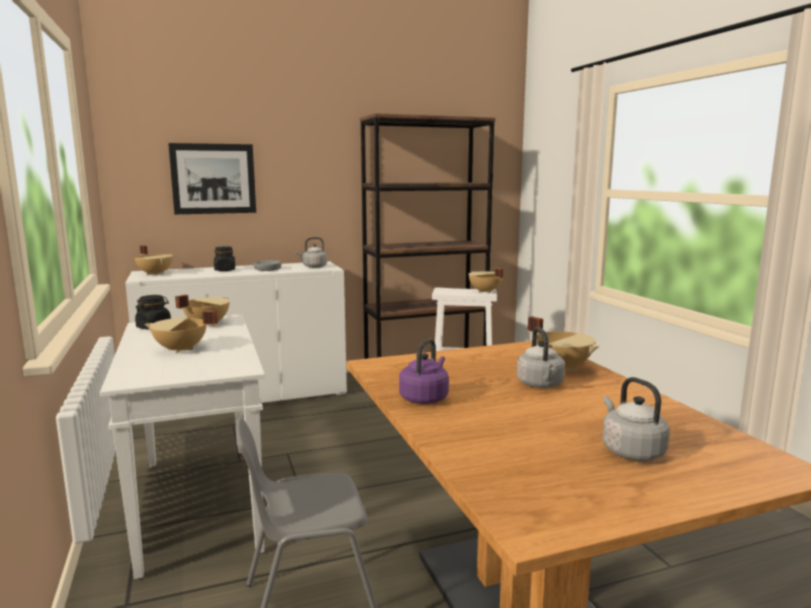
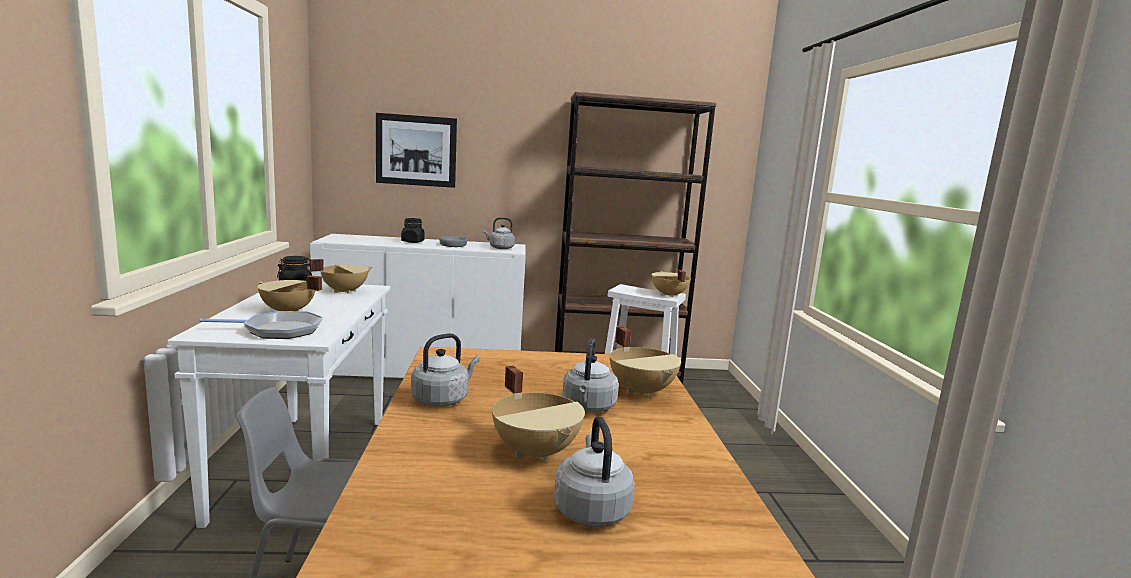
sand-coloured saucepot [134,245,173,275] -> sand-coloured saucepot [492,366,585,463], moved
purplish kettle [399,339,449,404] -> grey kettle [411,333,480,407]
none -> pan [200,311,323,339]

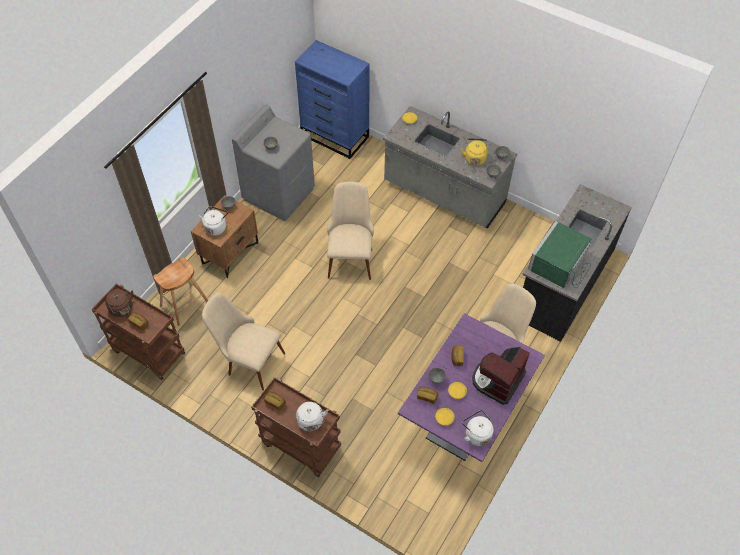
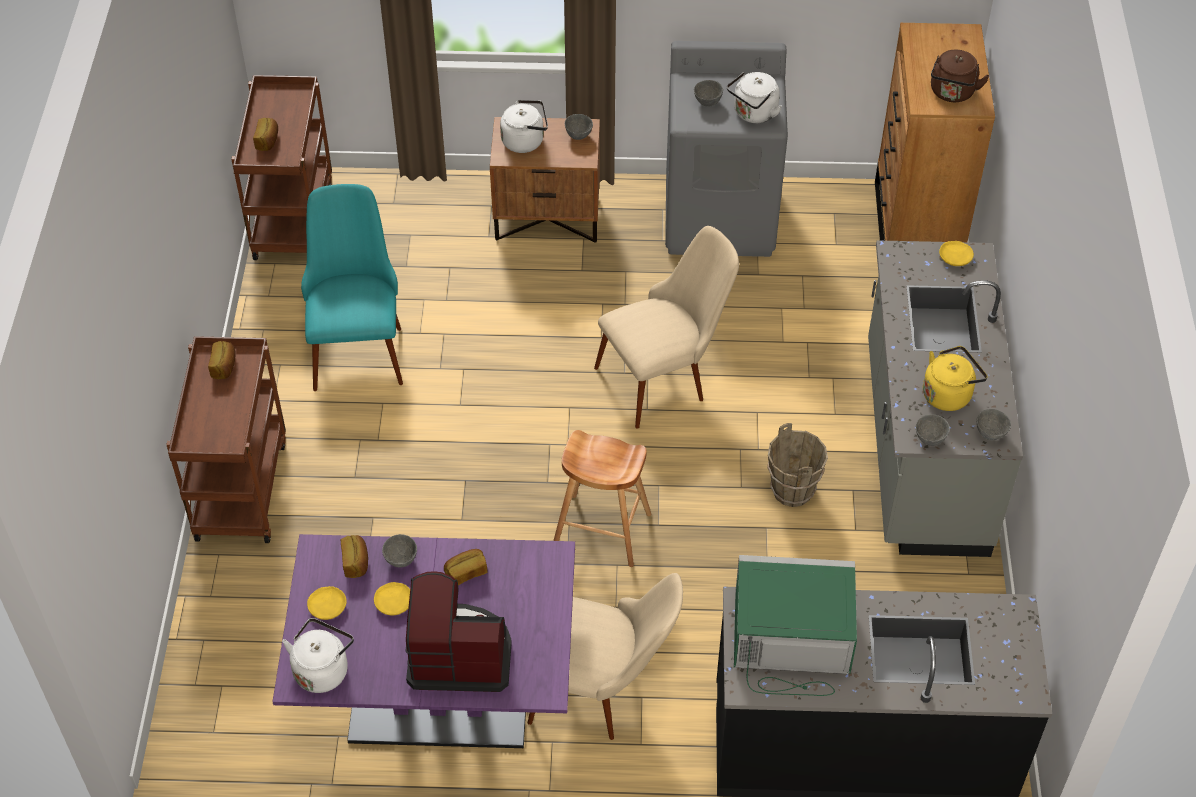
blue drawer chest [295,40,370,159] -> brownish drawer chest [875,23,995,242]
brownish stool seat [153,257,208,326] -> brownish stool seat [553,430,651,567], moved
brownish kettle [106,289,134,317] -> brownish kettle [931,50,990,102], moved
sand-coloured plain chair [202,293,285,390] -> turquoise-coloured plain chair [301,184,403,391]
white kettle [296,402,328,431] -> white kettle [727,72,782,123], moved
none -> brownish pail [767,423,828,507]

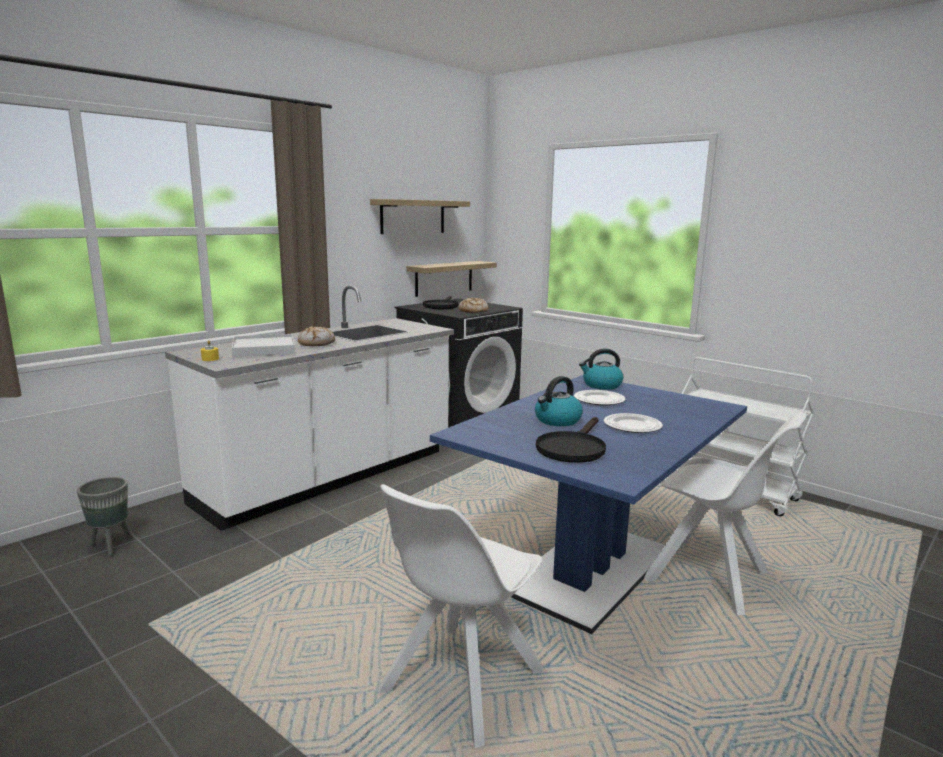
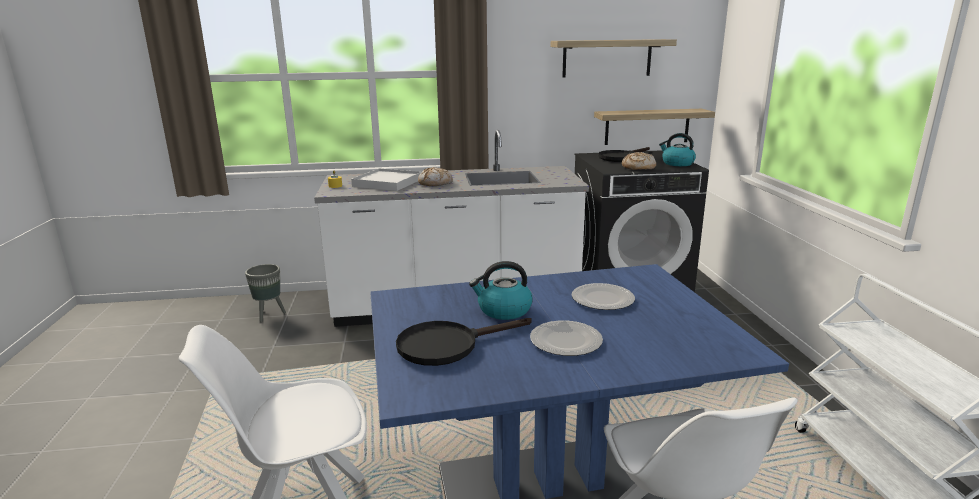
kettle [579,349,623,390] -> kettle [659,133,696,166], moved

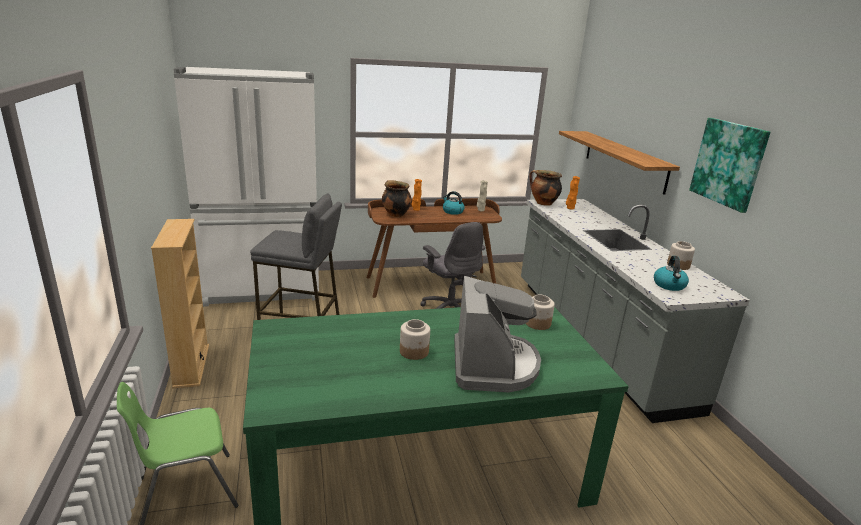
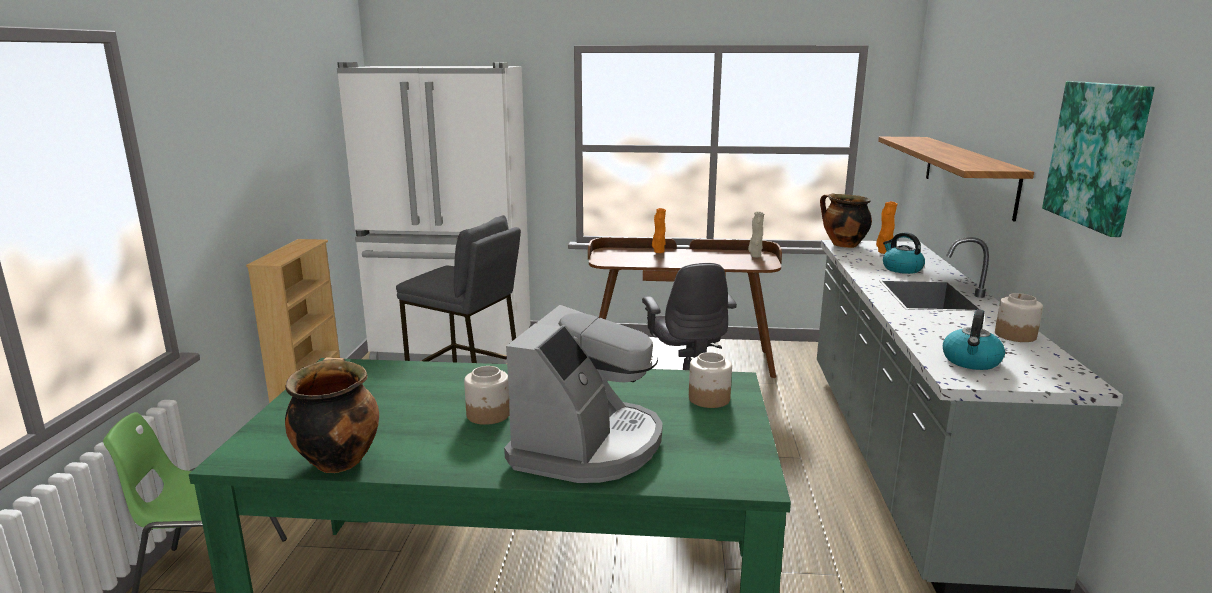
saucepot [382,180,412,217] -> saucepot [285,357,379,473], moved
kettle [443,191,465,215] -> kettle [883,232,925,274], moved

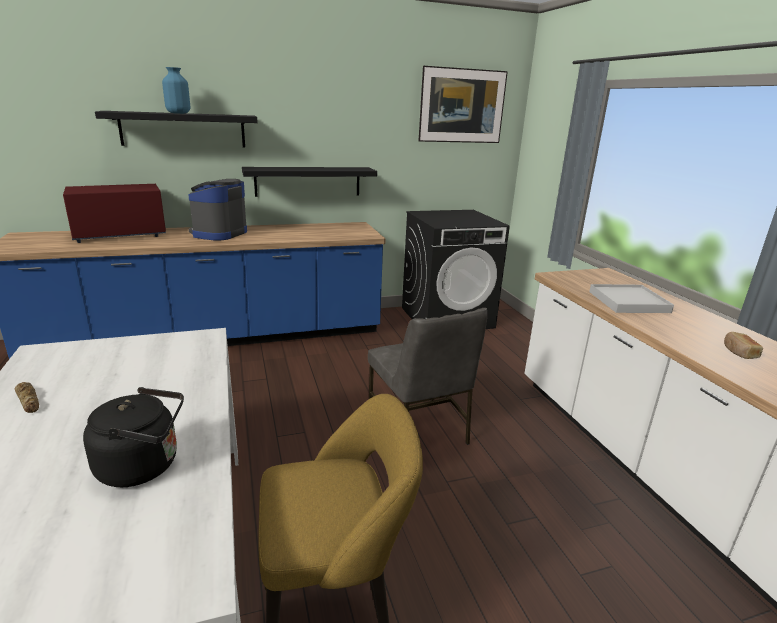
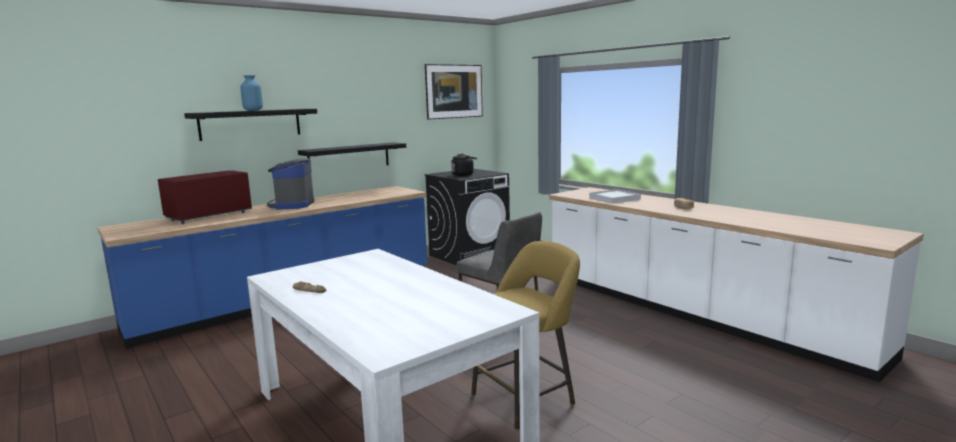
blackish kettle [83,387,184,487] -> blackish kettle [451,154,477,176], moved

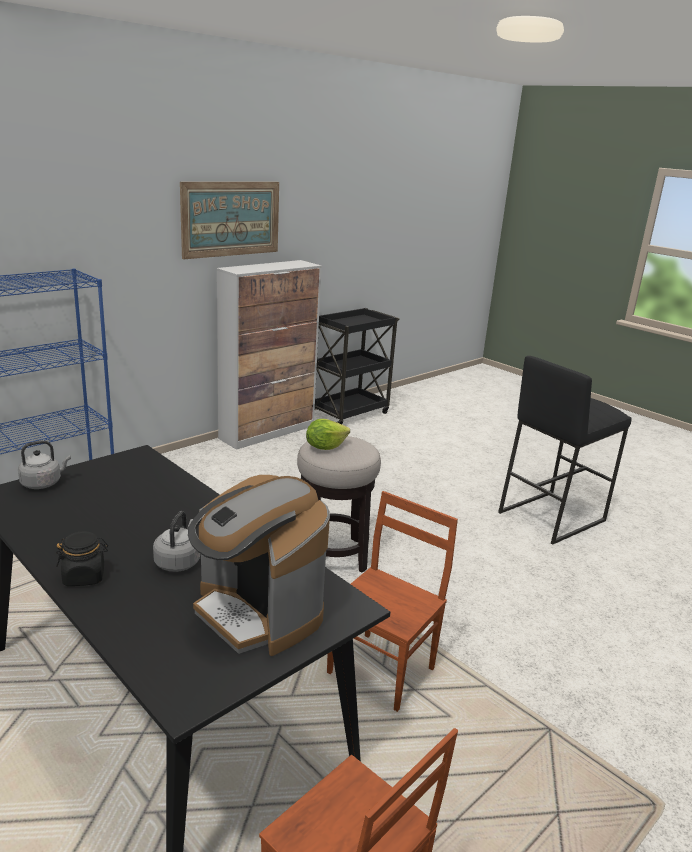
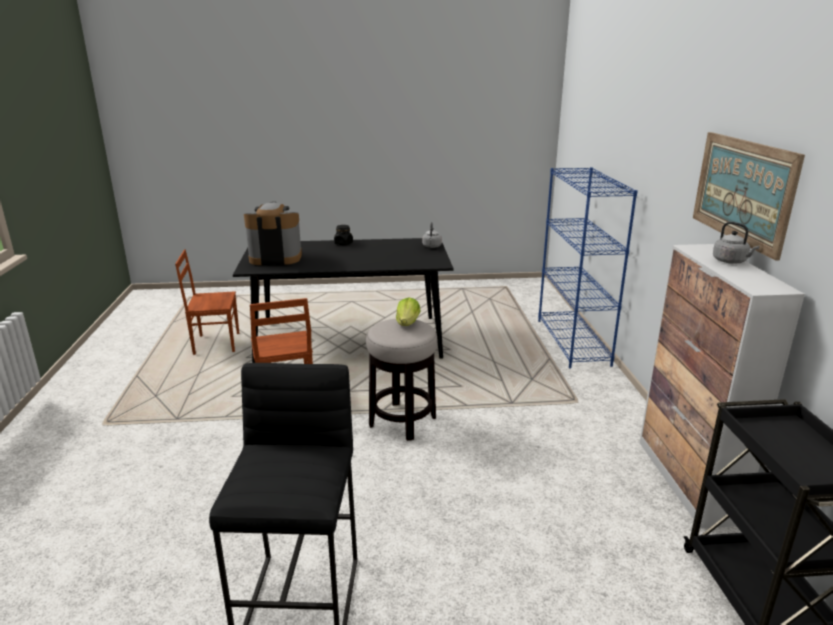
grey kettle [153,511,200,572] -> grey kettle [713,222,759,264], moved

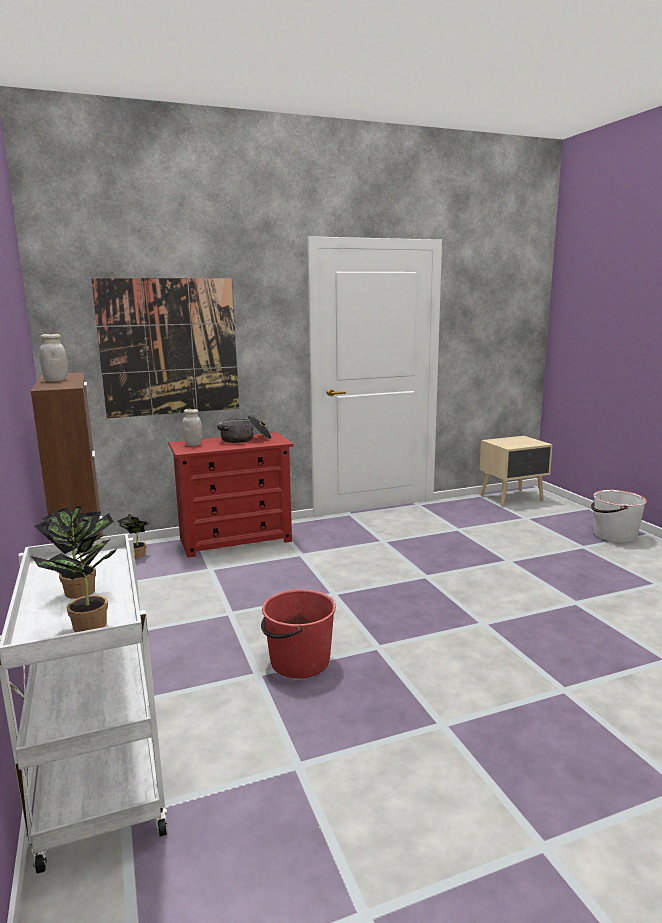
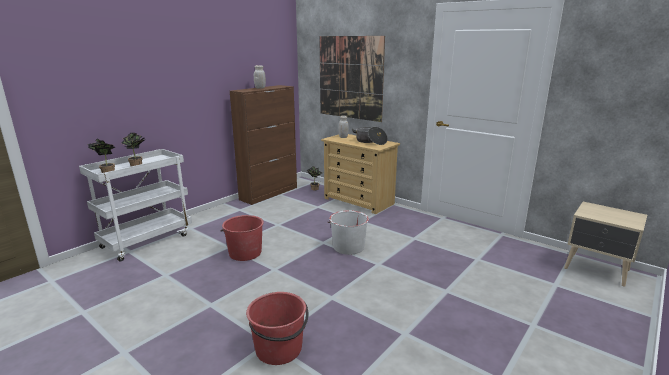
red-coloured drawer chest [168,432,294,558] -> sand-coloured drawer chest [321,134,400,214]
white pail [591,490,647,543] -> white pail [328,210,369,255], moved
none -> red-coloured pail [246,292,309,365]

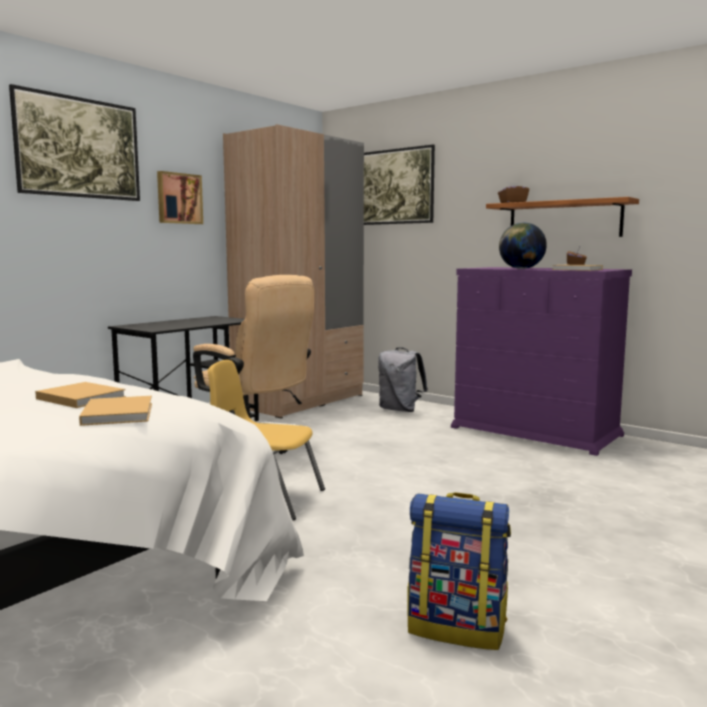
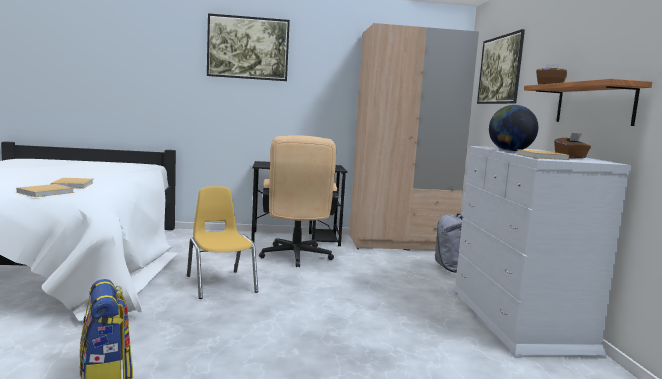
picture [157,171,203,224] -> none
purplish drawer chest [451,267,632,456] -> white drawer chest [453,146,632,358]

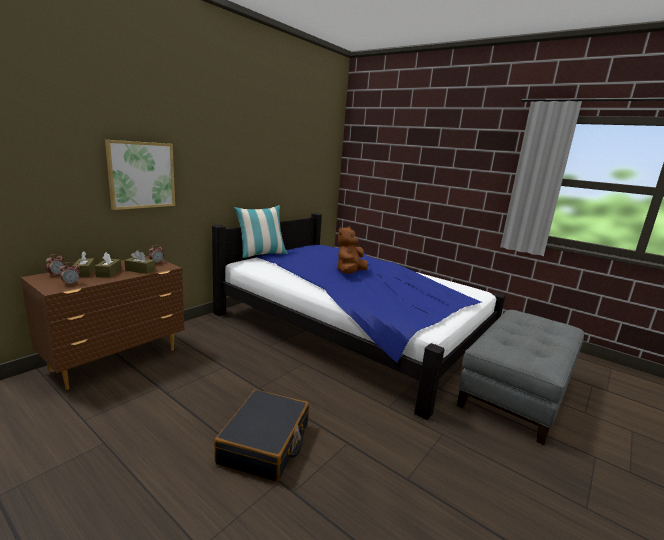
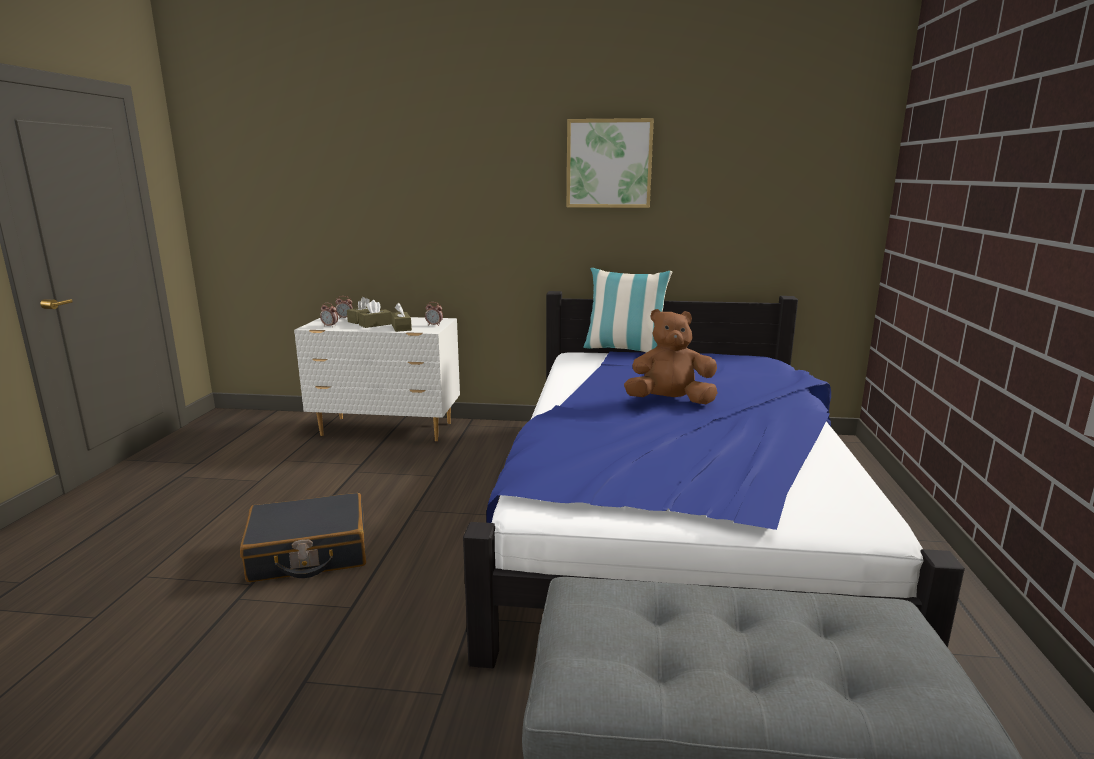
picture [105,140,175,210] -> picture [567,118,654,208], moved
brownish drawer chest [21,256,185,390] -> white drawer chest [294,316,460,441]

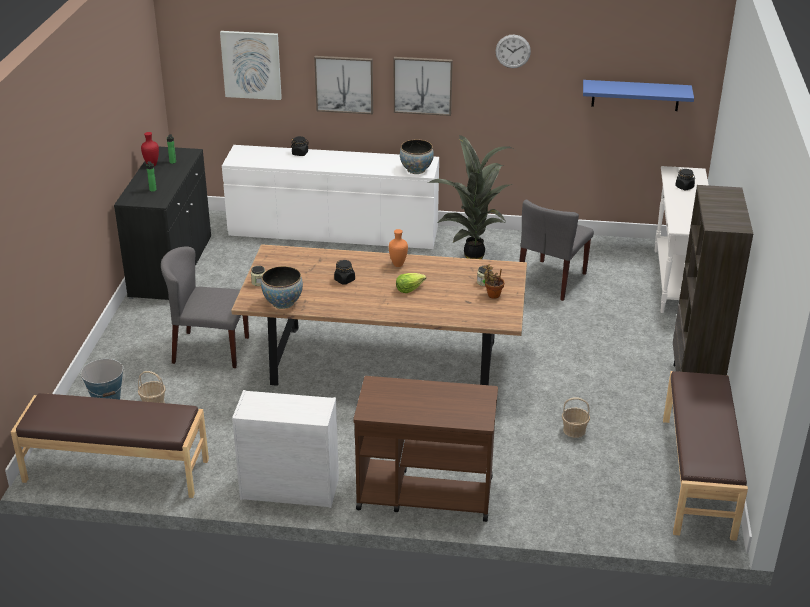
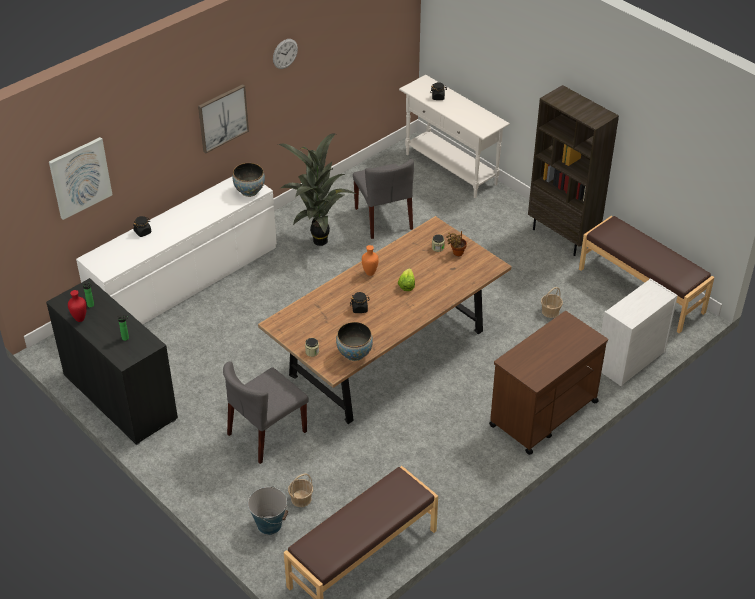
picture [314,56,373,114] -> none
blue shelf [583,80,694,111] -> none
white drawer chest [232,390,339,508] -> white drawer chest [601,278,678,386], moved

